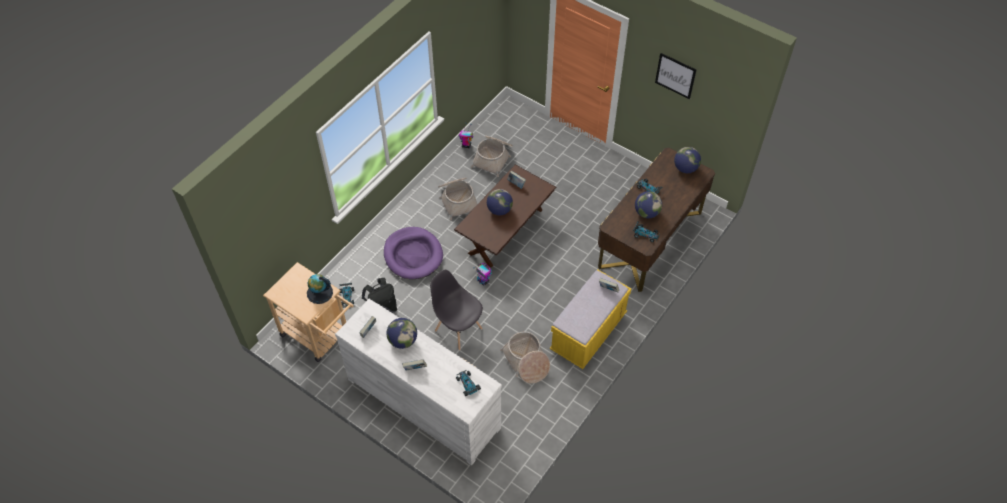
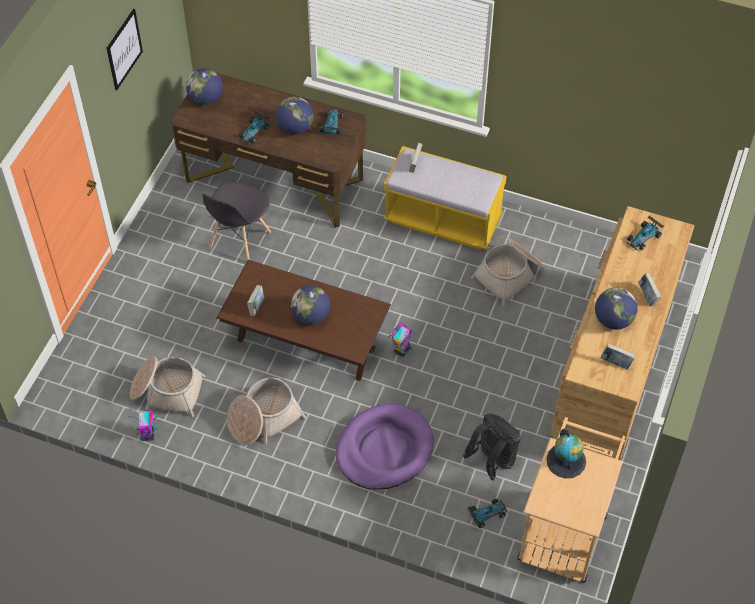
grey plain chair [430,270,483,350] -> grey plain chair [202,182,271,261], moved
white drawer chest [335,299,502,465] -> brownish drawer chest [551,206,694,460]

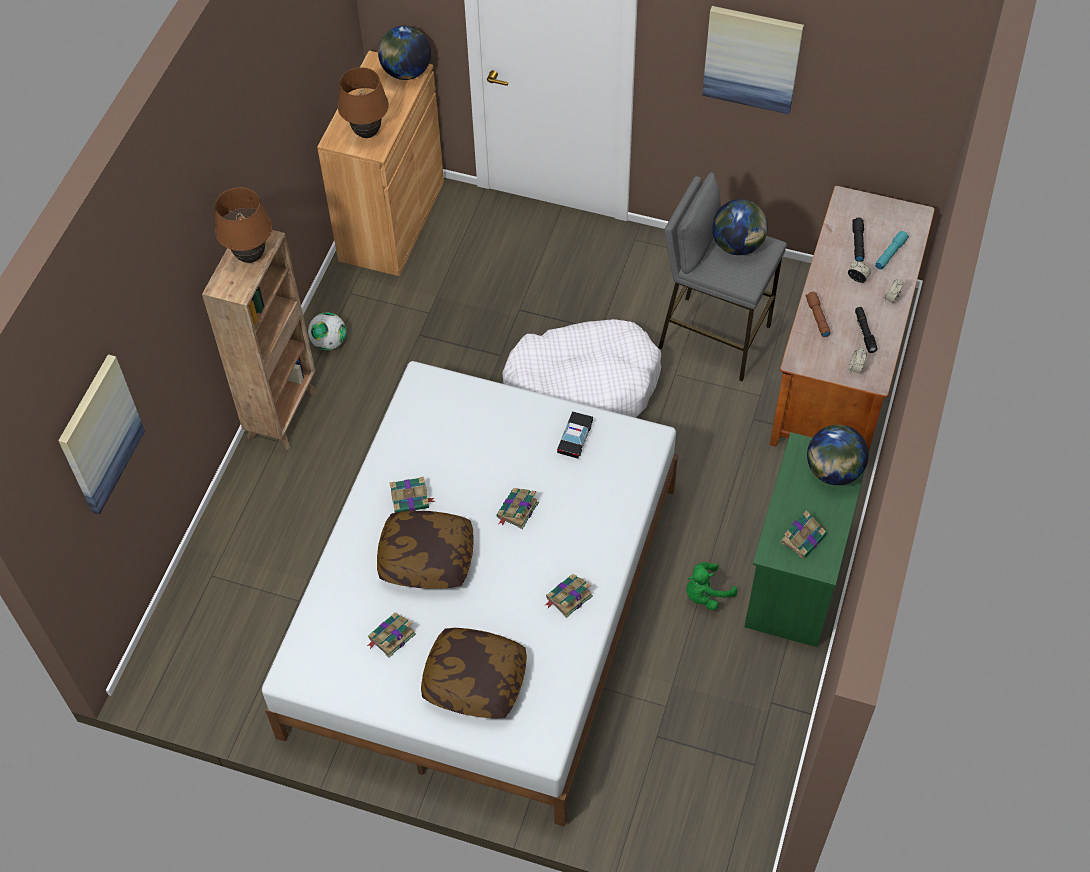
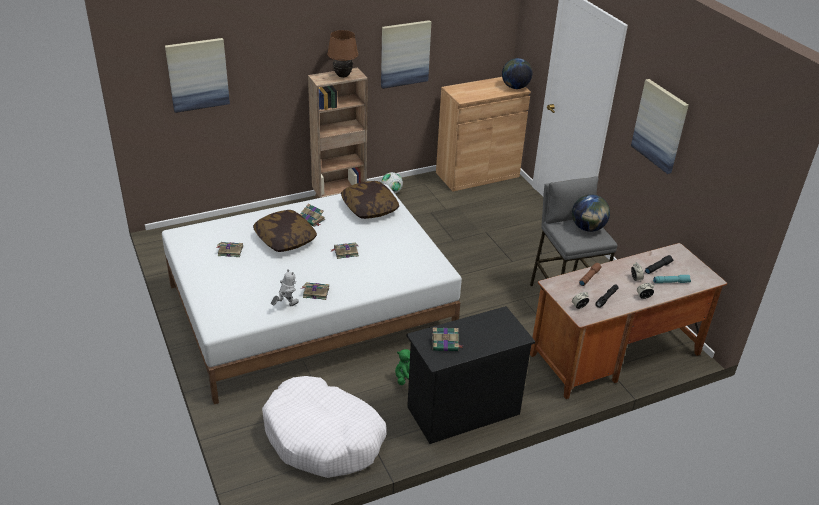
brownish table lamp [338,67,389,138] -> none
white dog cushion [502,319,661,417] -> white dog cushion [262,376,386,478], moved
miniature car [557,411,593,459] -> none
world globe [807,425,869,485] -> none
green-coloured drawer chest [745,432,865,647] -> blackish drawer chest [407,306,535,444]
throw pillow [421,628,527,719] -> throw pillow [341,181,399,219], moved
none -> picture [381,20,431,89]
none -> model robot [271,269,299,306]

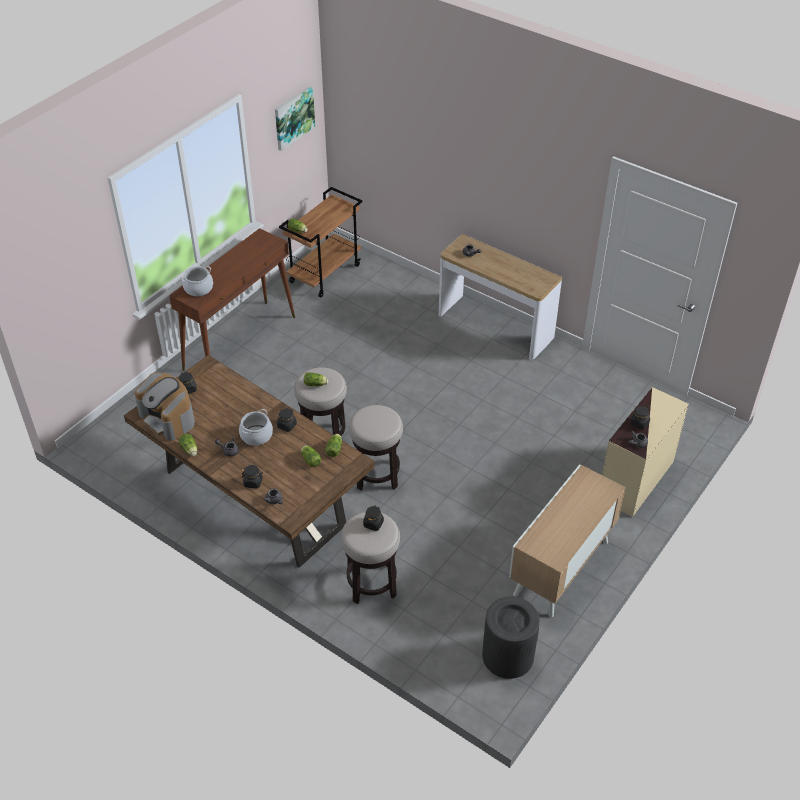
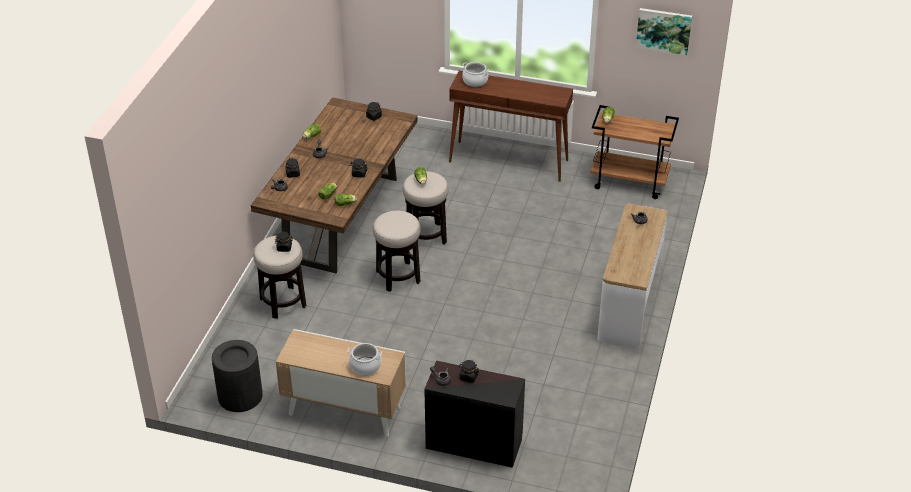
coffee maker [135,372,195,441] -> none
sand-coloured drawer chest [602,387,689,517] -> blackish drawer chest [424,361,525,468]
saucepot [239,409,273,446] -> saucepot [347,343,382,376], moved

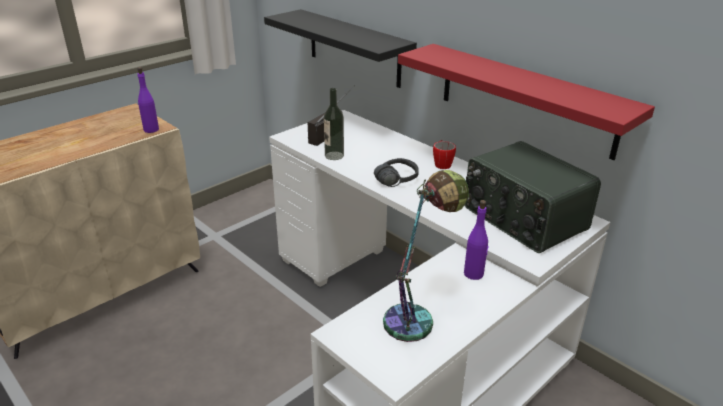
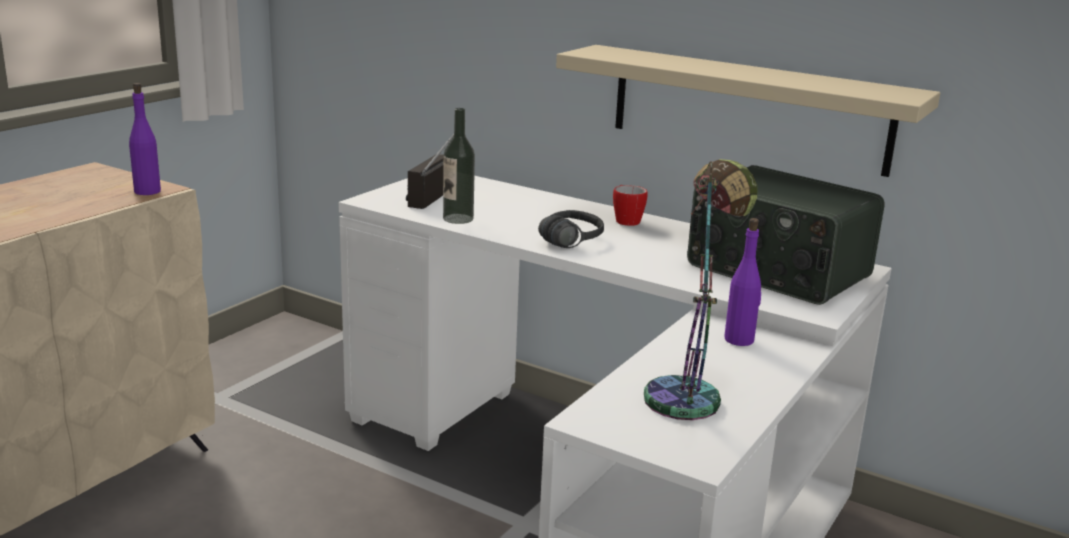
blackish shelf [264,9,417,88] -> none
red-coloured shelf [398,44,655,160] -> sand-coloured shelf [556,45,940,177]

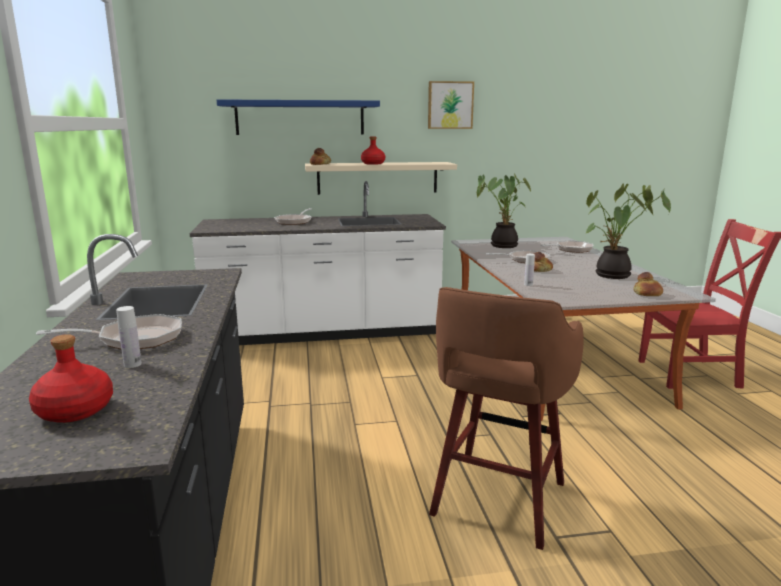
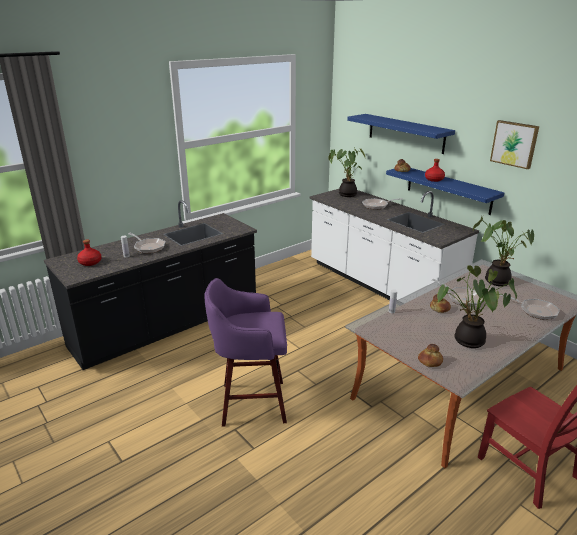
sand-coloured shelf [305,162,457,195] -> blue shelf [386,168,504,215]
brownish stool seat [429,287,584,550] -> purplish stool seat [204,278,287,427]
none -> plant in a pot [329,147,366,197]

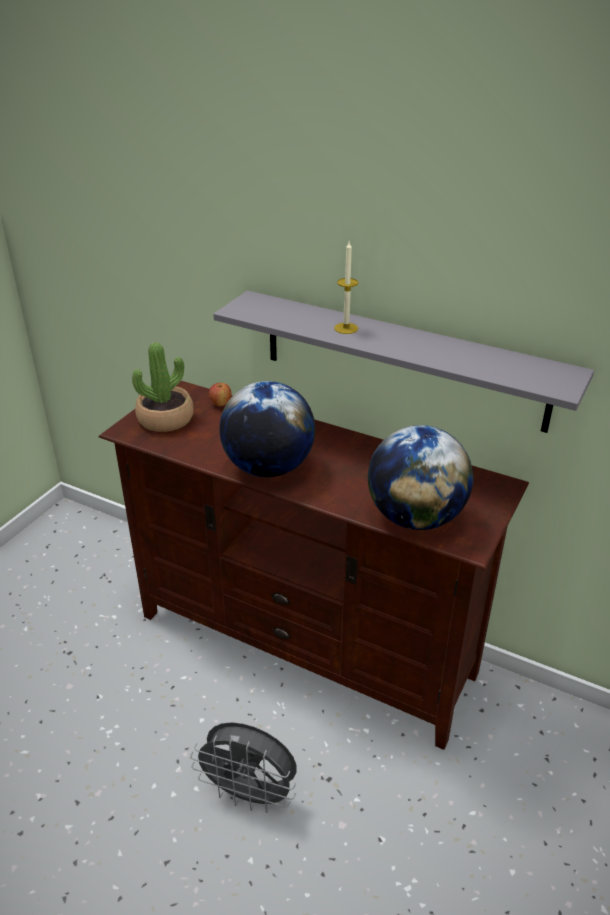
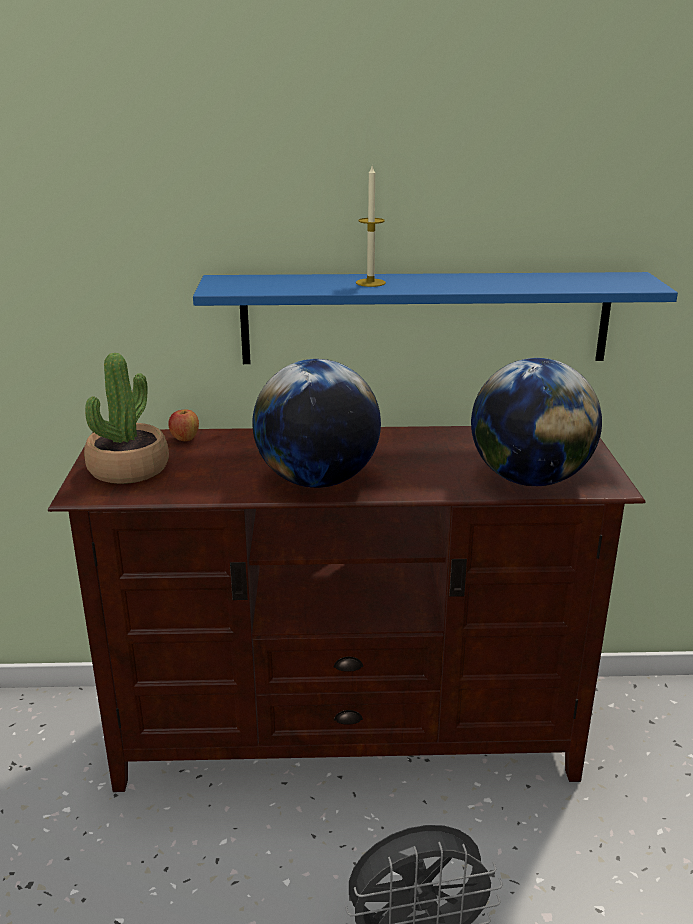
grey shelf [213,291,594,433] -> blue shelf [193,272,678,364]

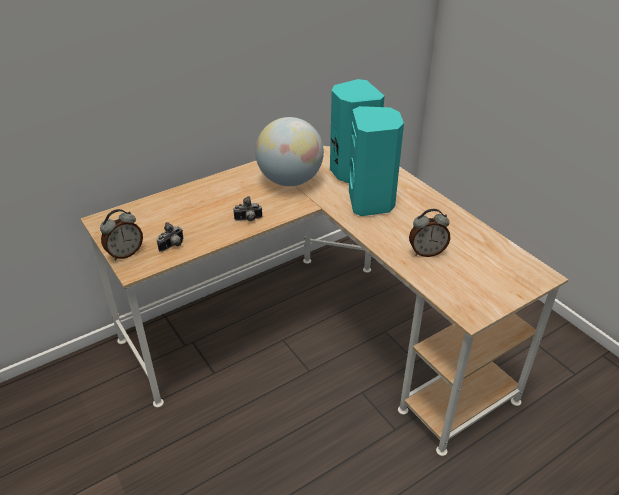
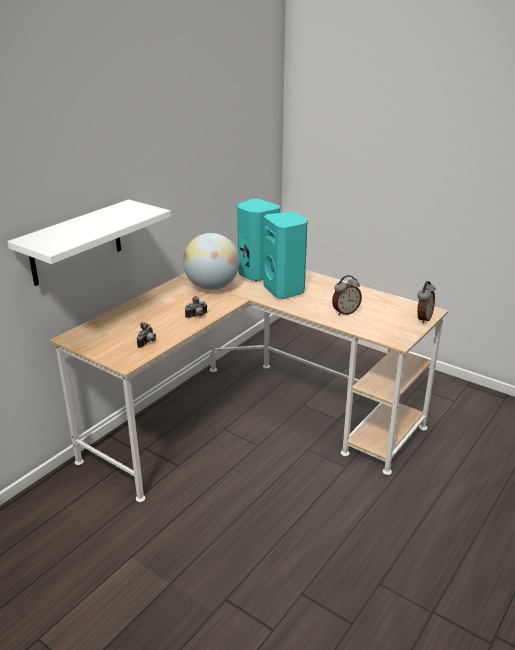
bedside clock [100,209,143,260] -> bedside clock [417,281,436,323], moved
none -> white shelf [7,199,171,286]

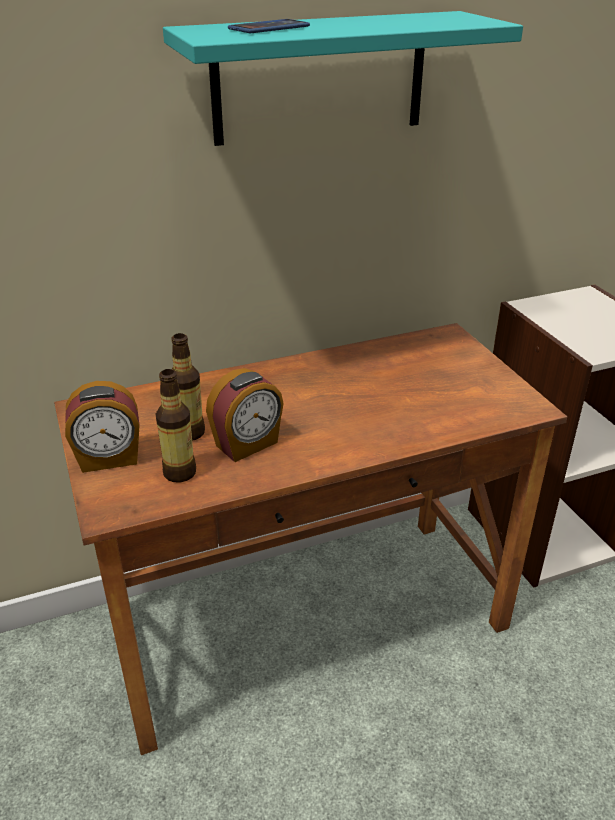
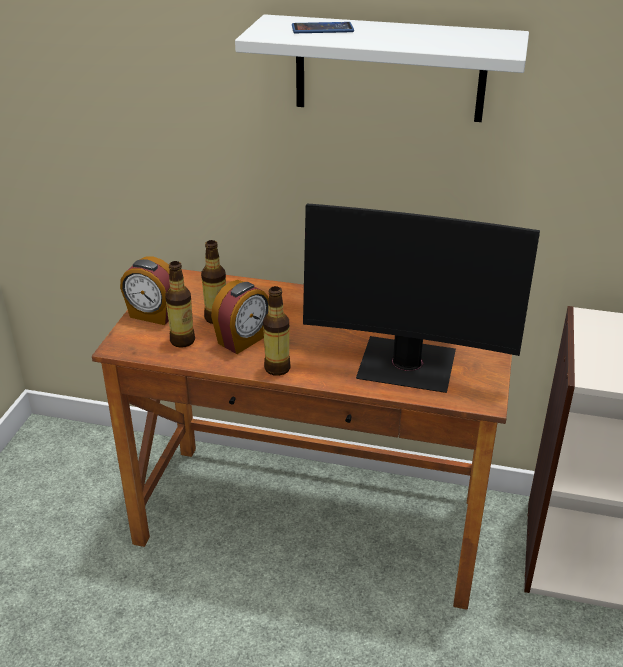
turquoise-coloured shelf [163,11,523,146] -> white shelf [235,14,529,122]
bedside clock [206,368,284,462] -> bedside clock [211,280,269,354], 45 degrees counterclockwise
none -> monitor [303,204,540,393]
none -> beverage bottle [263,286,291,376]

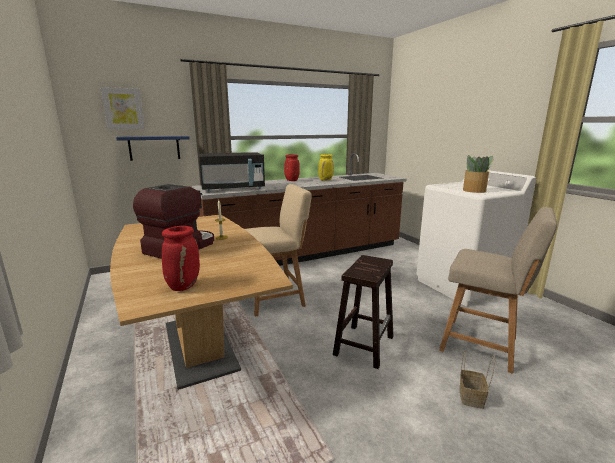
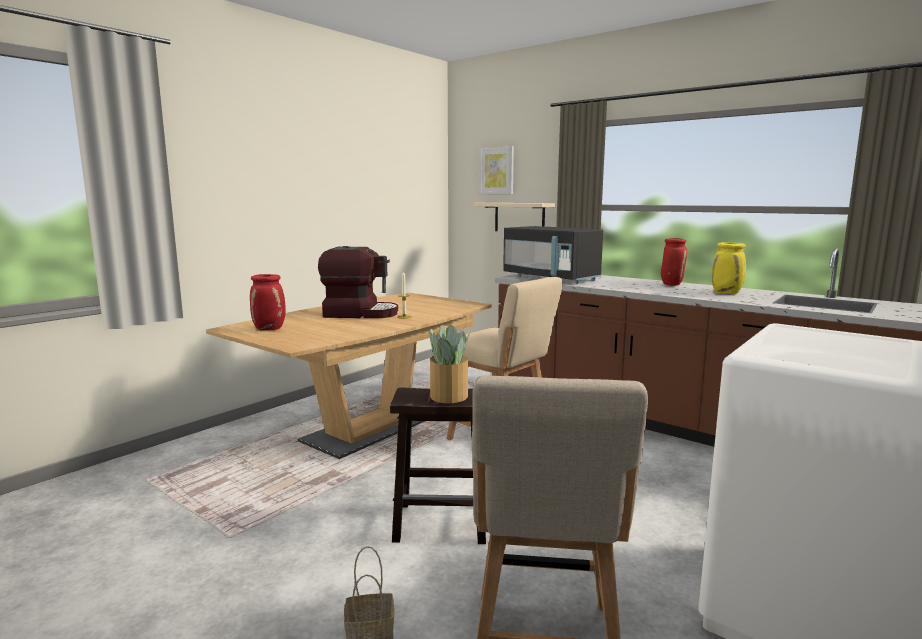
blue shelf [116,136,190,161] -> sand-coloured shelf [473,203,555,231]
plant in a pot [463,155,494,193] -> plant in a pot [429,324,470,403], moved

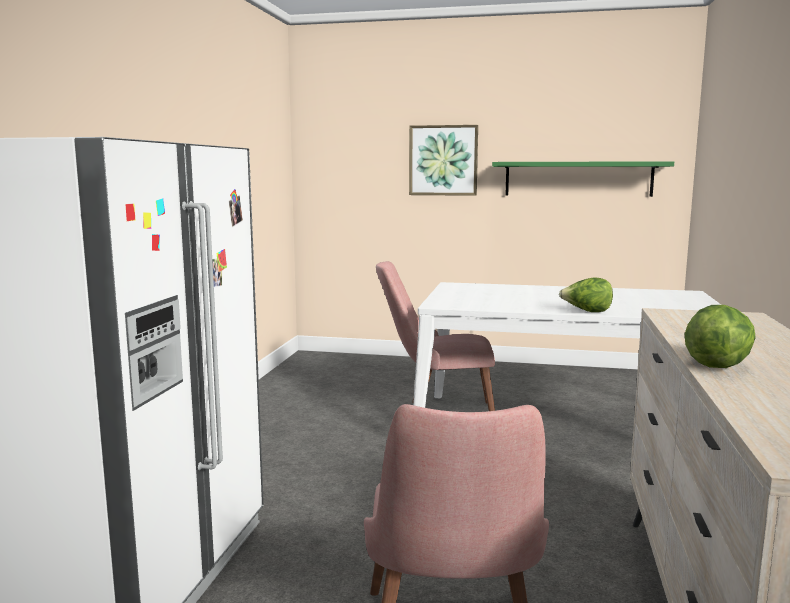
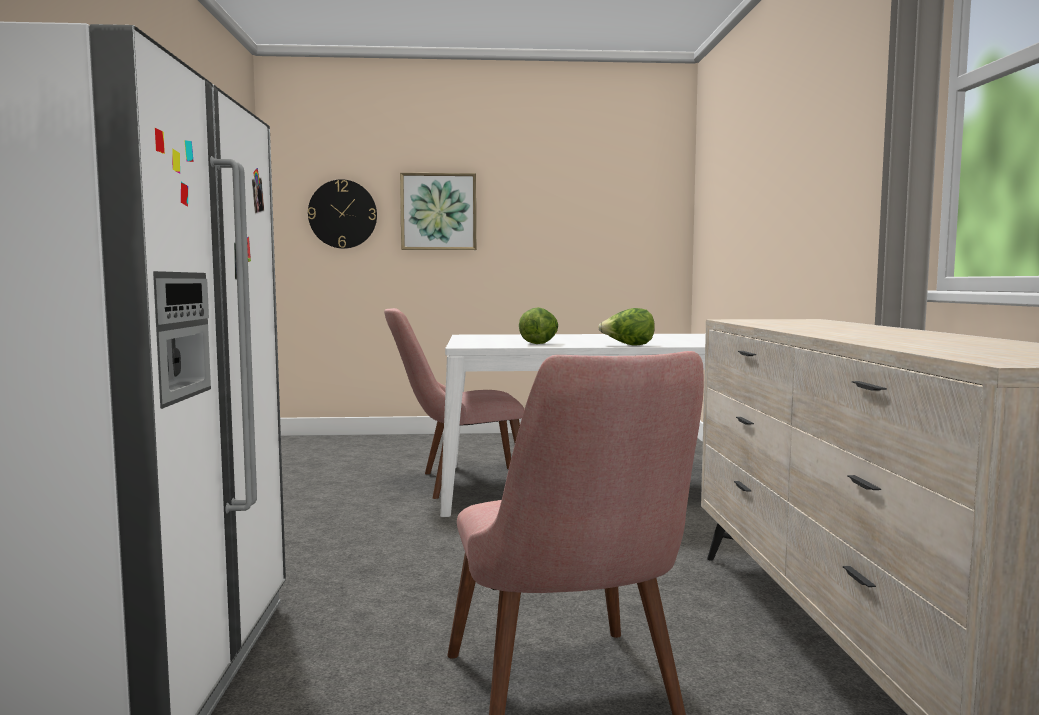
green-coloured shelf [492,161,674,197] -> none
head of lettuce [685,305,756,368] -> head of lettuce [519,307,558,344], moved
none -> hanging clock [308,179,377,249]

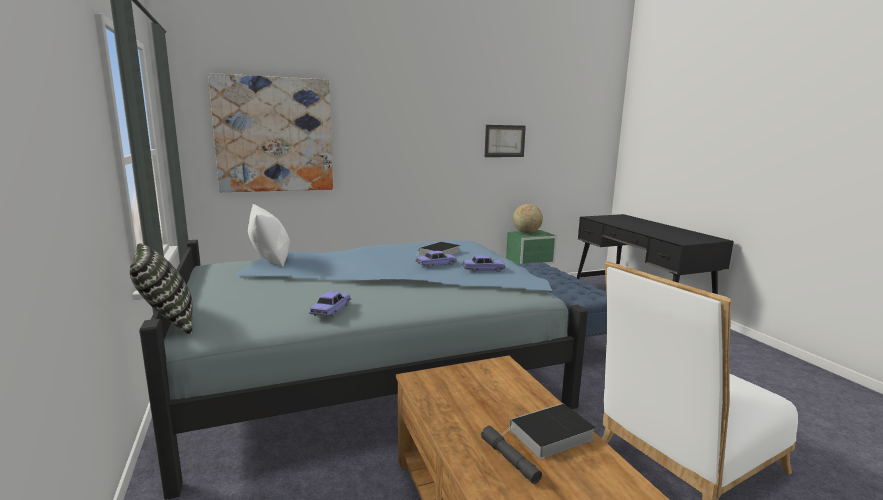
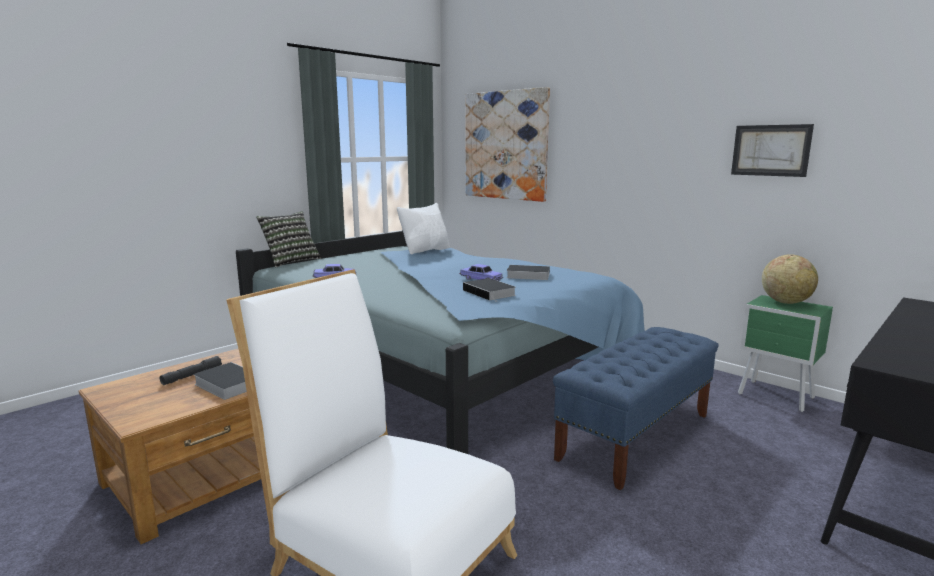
miniature car [462,255,505,272] -> book [463,278,516,302]

